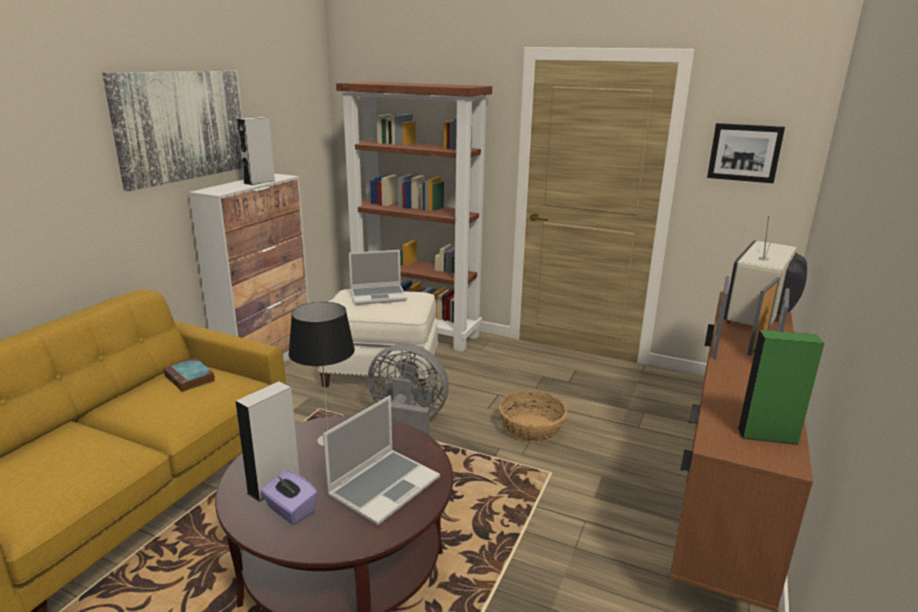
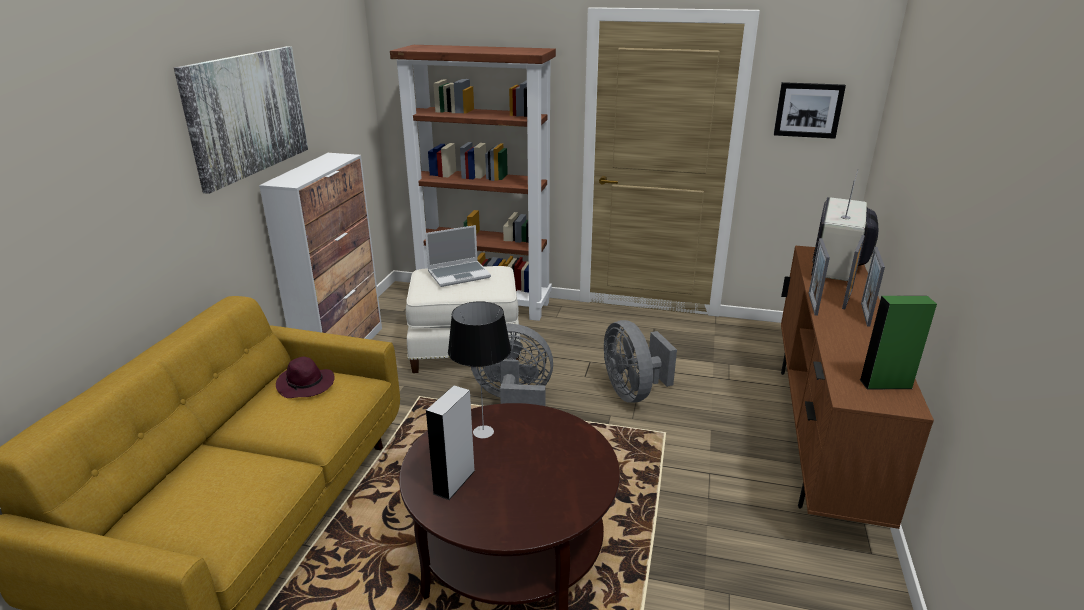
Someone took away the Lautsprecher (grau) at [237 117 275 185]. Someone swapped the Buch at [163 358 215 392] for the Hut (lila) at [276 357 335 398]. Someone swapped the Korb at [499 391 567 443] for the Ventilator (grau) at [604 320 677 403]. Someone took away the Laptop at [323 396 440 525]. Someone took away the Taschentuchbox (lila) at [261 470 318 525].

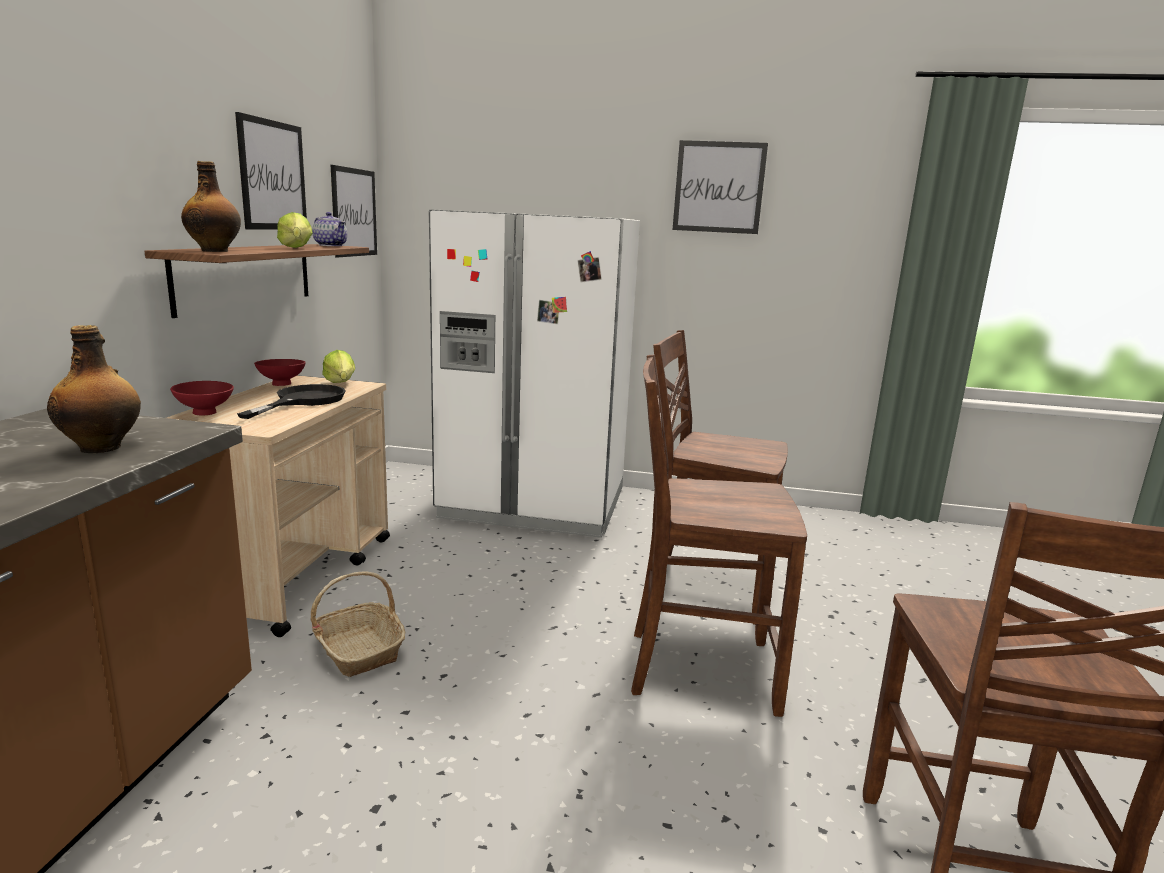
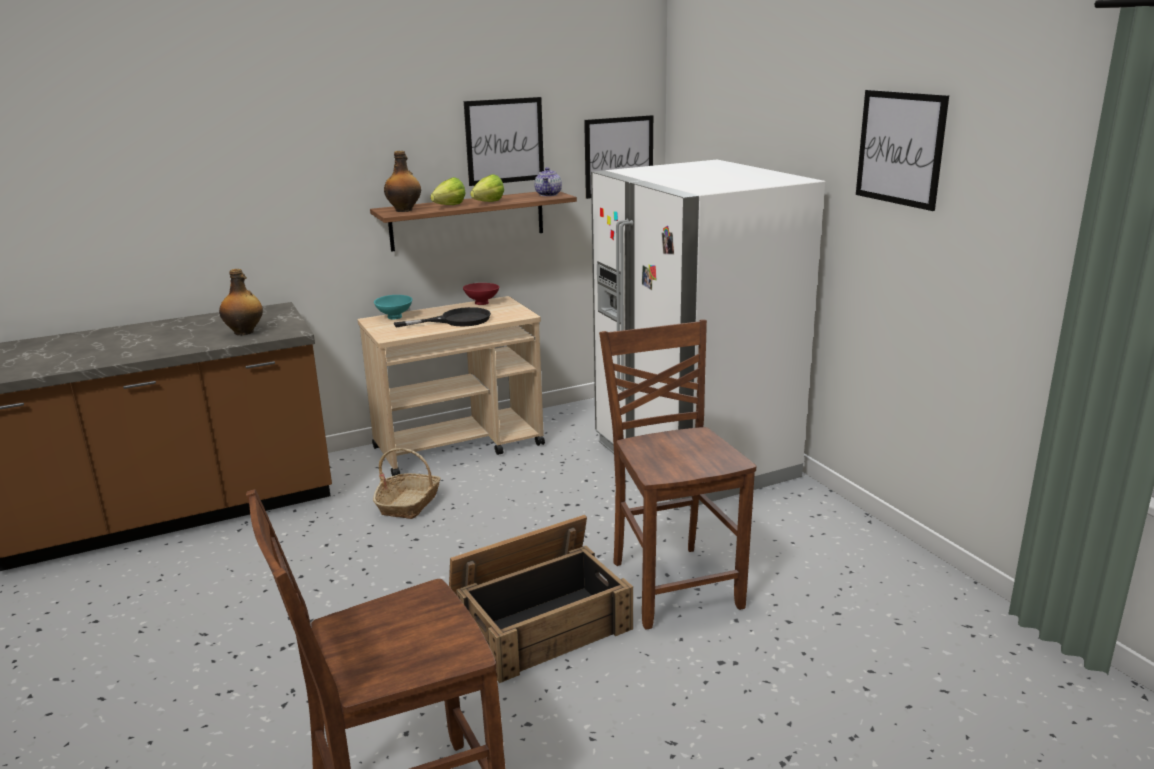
Someone carried the Salatkopf from [322 350 355 383] to [430 177 466 205]. Someone swapped the Stuhl (braun) at [631 355 807 717] for the Kiste at [449 515 633 683]. Someone repainted the Schüssel (rot) at [170 381 234 415], which became the Schüssel (türkis) at [374 295 412 320].

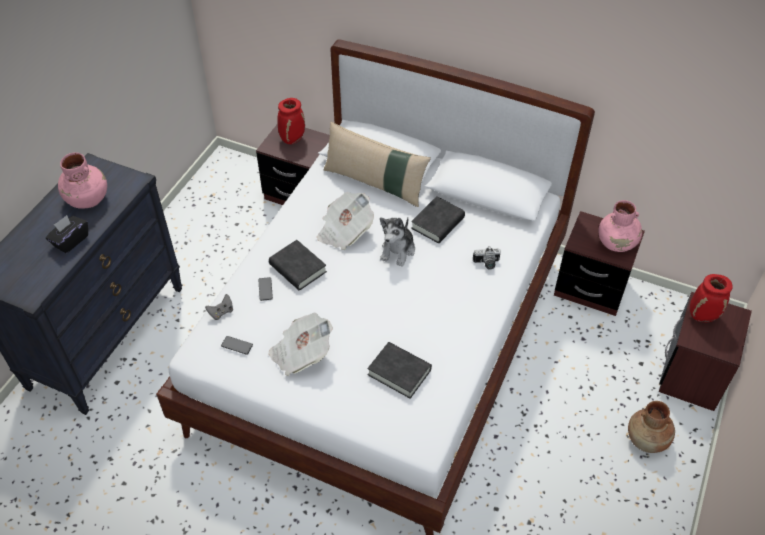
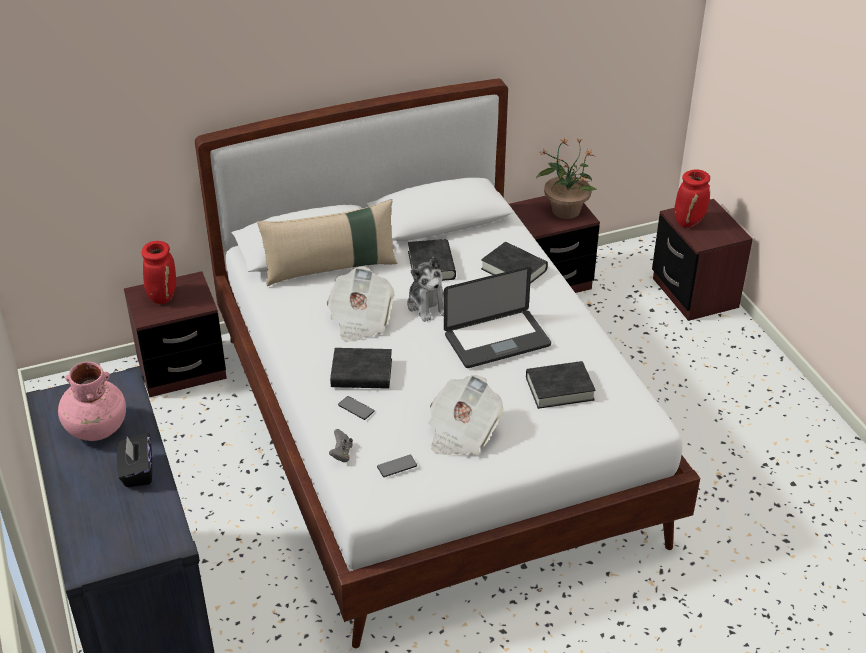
Someone swapped the Vase (rosa) at [599 200 642 252] for the Topfpflanze at [536 137 596 219]. Someone swapped the Kamera at [473 247 501 270] for the Buch (schwarz) at [481 242 548 284]. Someone took away the Vase (braun) at [628 401 675 453]. Someone put down the Laptop at [444 266 551 368].

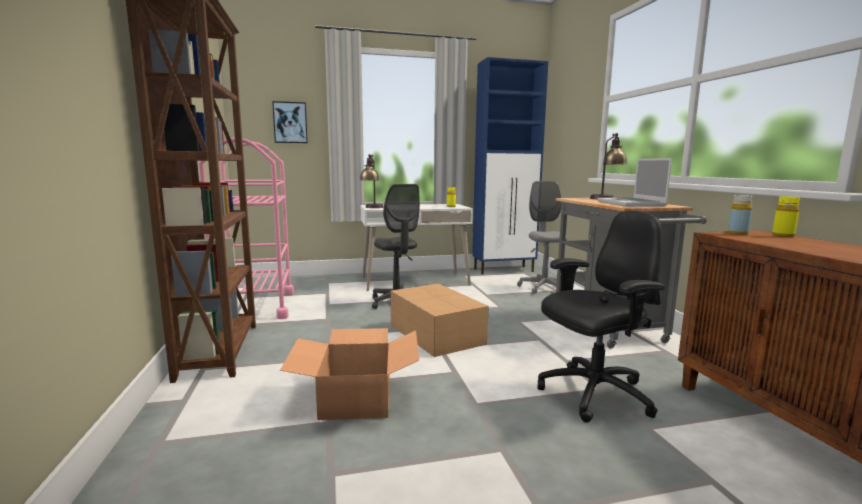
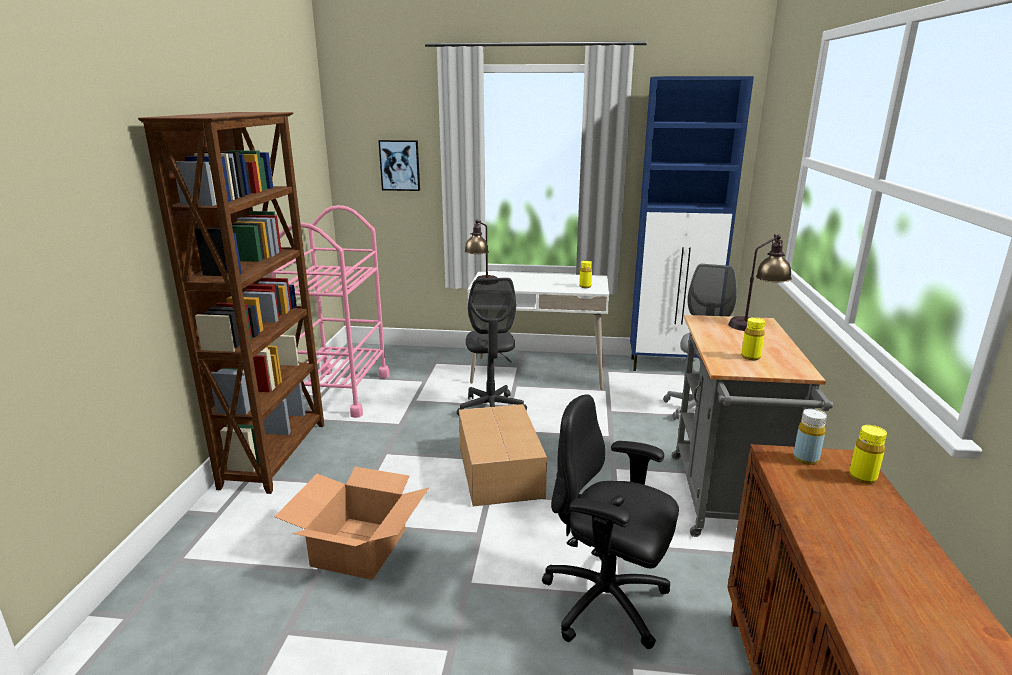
Someone swapped the Laptop at [597 158 672 207] for the Flasche (gelb) at [741 317 765 360]. Someone rotated the Bürostuhl (schwarz) at [538 211 665 423] by 150 degrees counterclockwise.

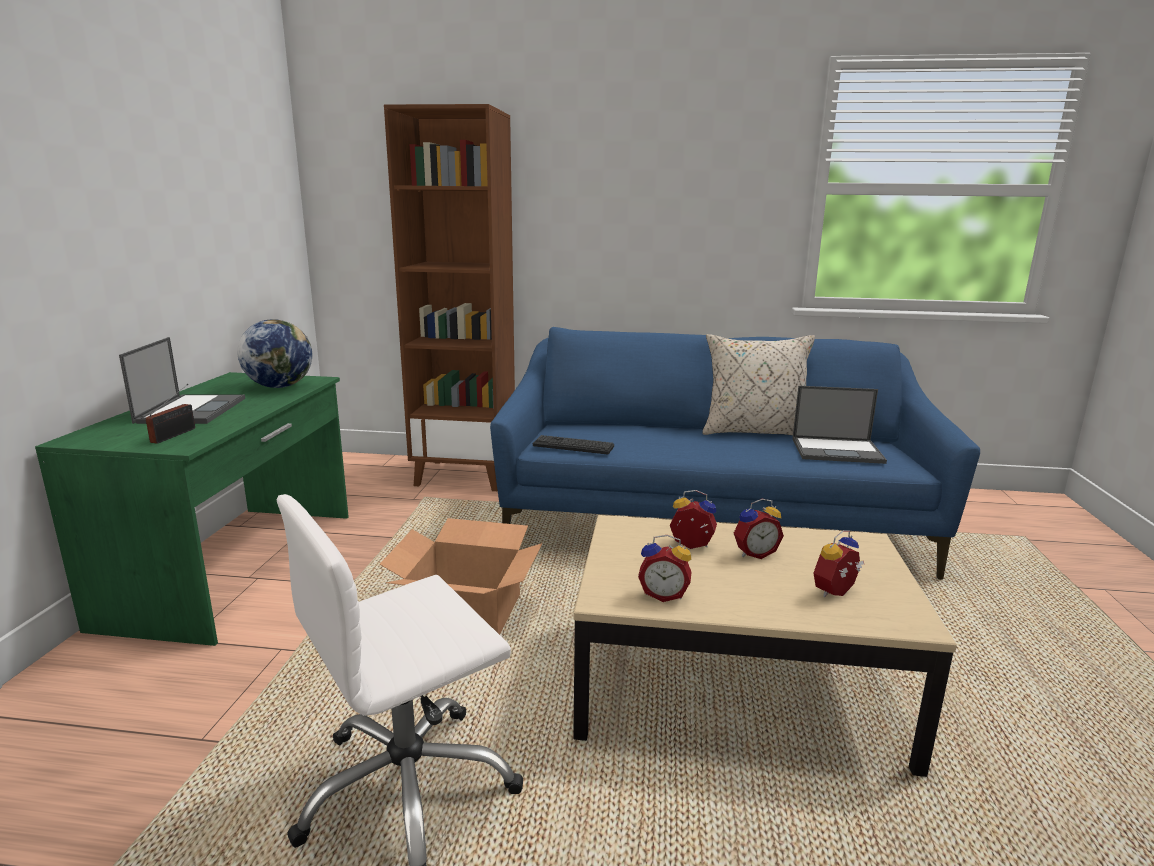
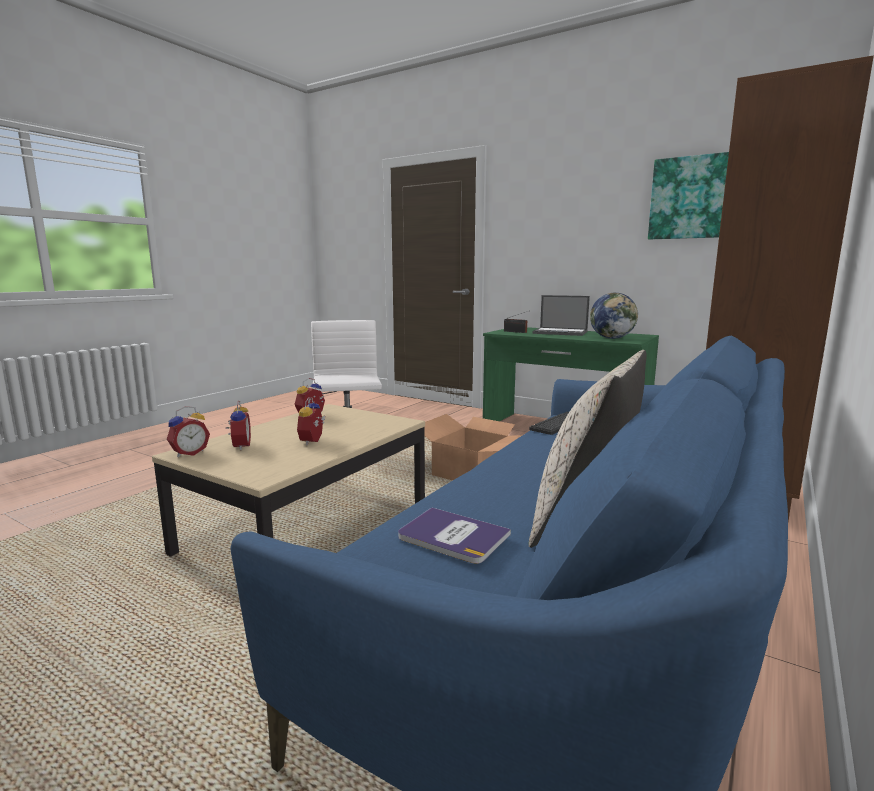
Someone swapped the Laptop at [792 386 887 464] for the Buch at [398 507 511 564]. Someone carried the Wecker from [670 490 717 549] to [167 406 210 457]. Someone put up the Bild at [648 152 729 239].

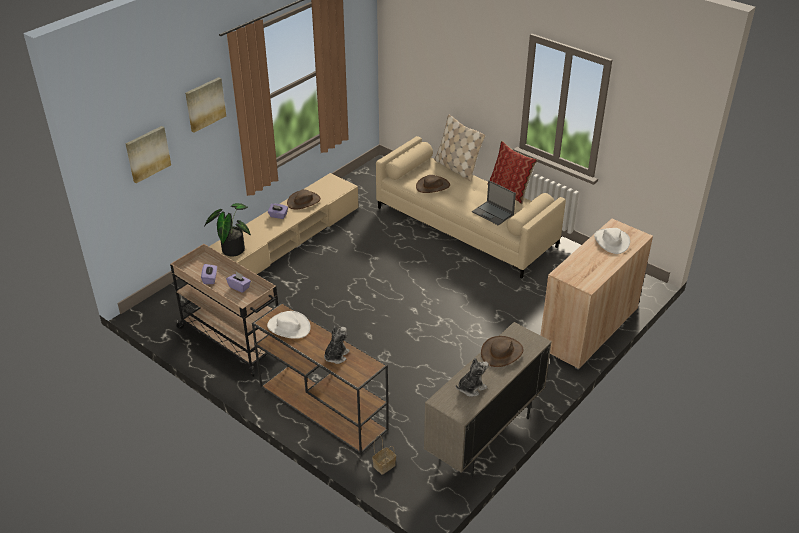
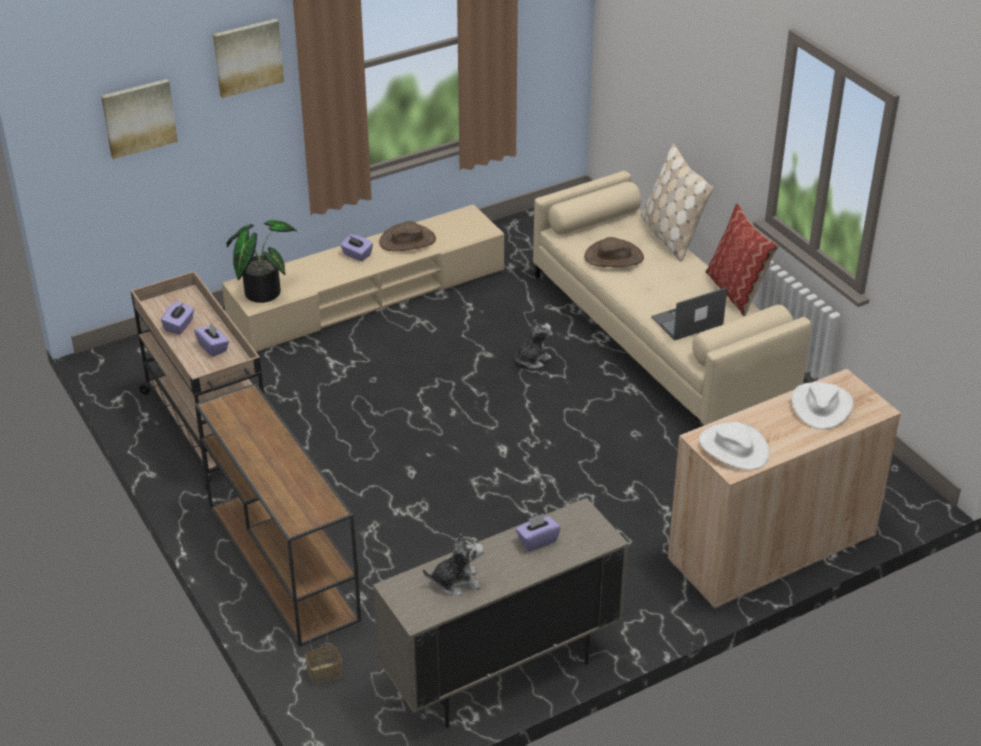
Someone rotated the Laptop at [472 180 516 225] by 90 degrees clockwise. Someone carried the Hut (weiß) from [267 311 311 339] to [699 422 769 470]. Someone carried the Plüschtier from [324 326 350 364] to [515 319 552 369]. Someone swapped the Hut (braun) at [481 336 523 367] for the Taschentuchbox (lila) at [516 514 561 551].

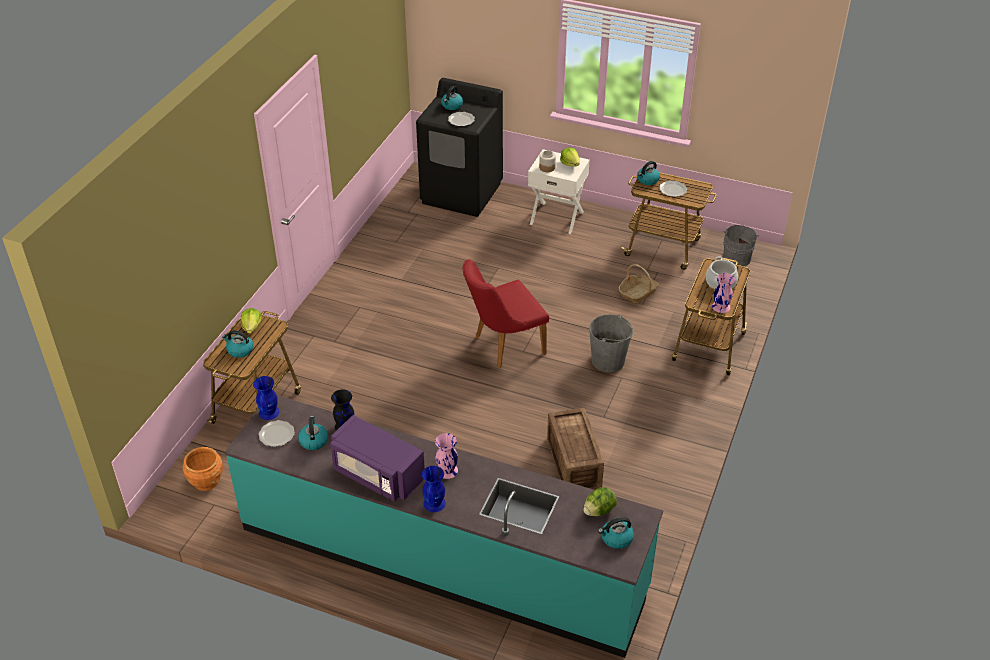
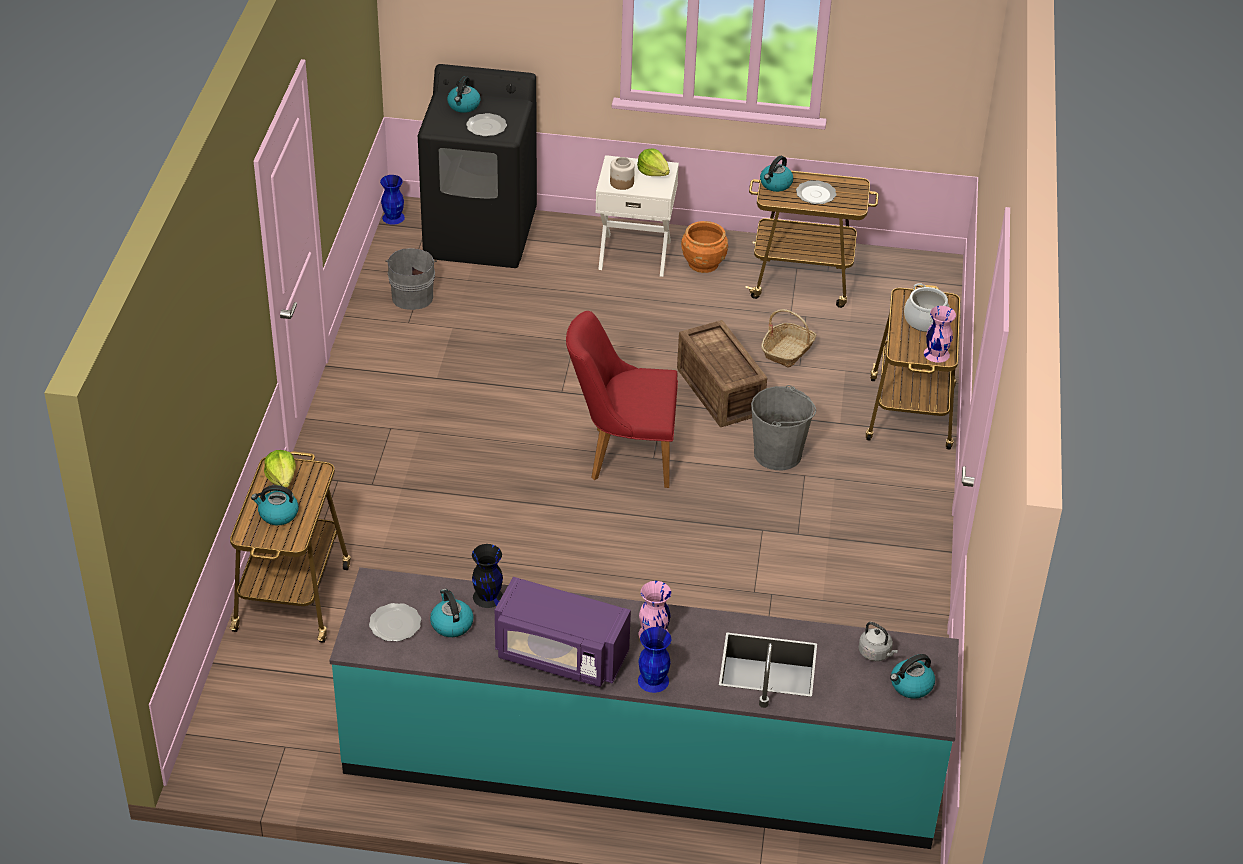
Someone carried the Eimer (grau) from [723 225 759 266] to [385 248 437 310]. Someone rotated the Stuhl (rot) at [463 259 549 368] by 45 degrees clockwise. Someone carried the Vase (blau) from [253 376 280 420] to [380 175 405 225]. Someone carried the Kiste from [547 408 604 490] to [677 320 767 427]. Someone carried the Pflanzkübel (orange) from [183 447 223 491] to [681 221 728 273]. Someone swapped the Salatkopf at [583 487 617 516] for the Wasserkessel (grau) at [858 622 898 661].

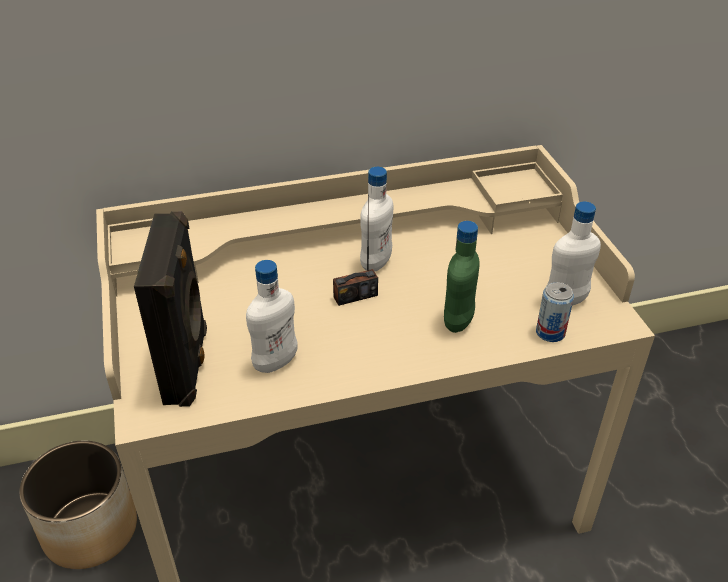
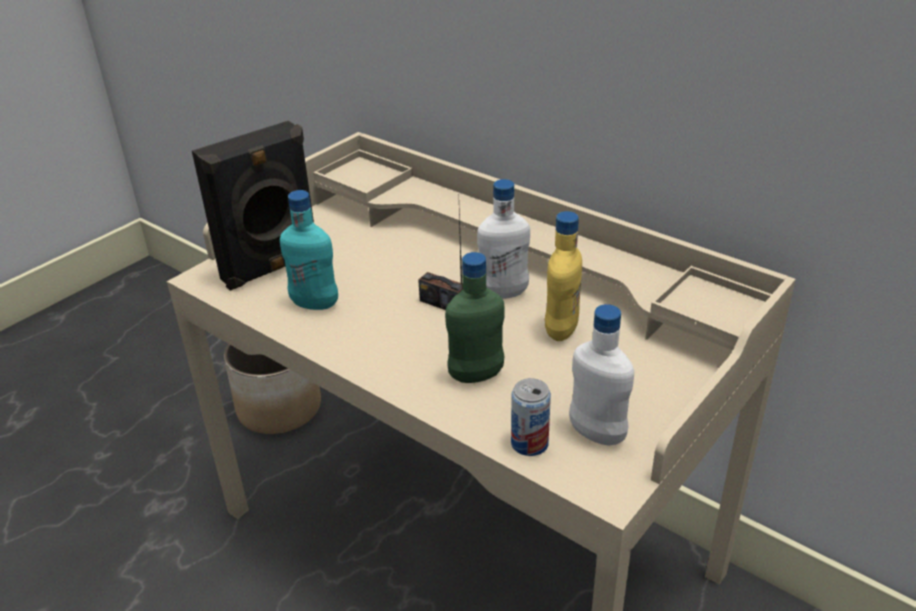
Someone repainted the Flasche (weiß) at [246 260 298 373], which became the Flasche (türkis) at [280 190 338 310]. Someone put down the Flasche (gelb) at [545 211 582 341].

